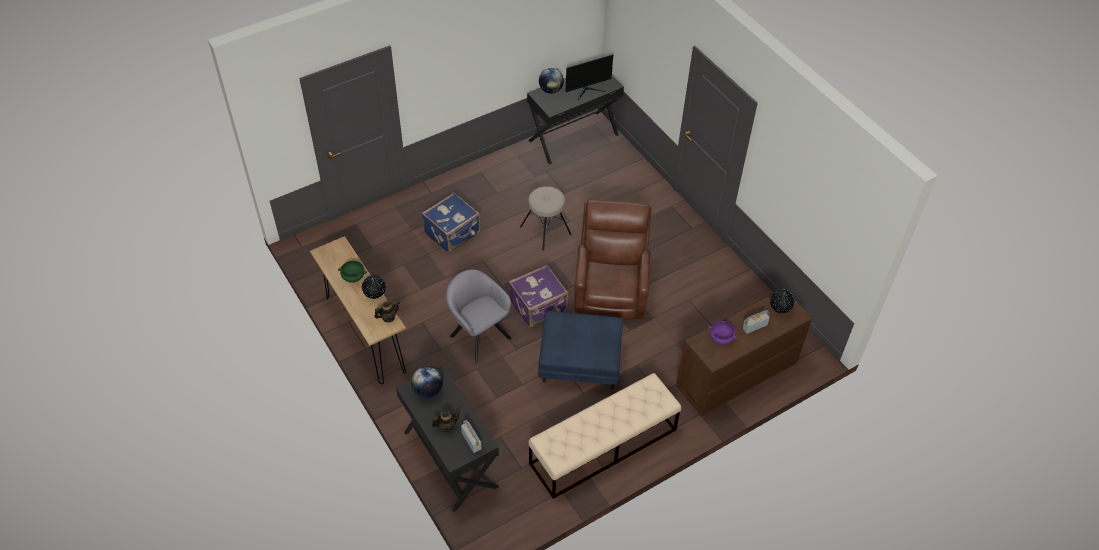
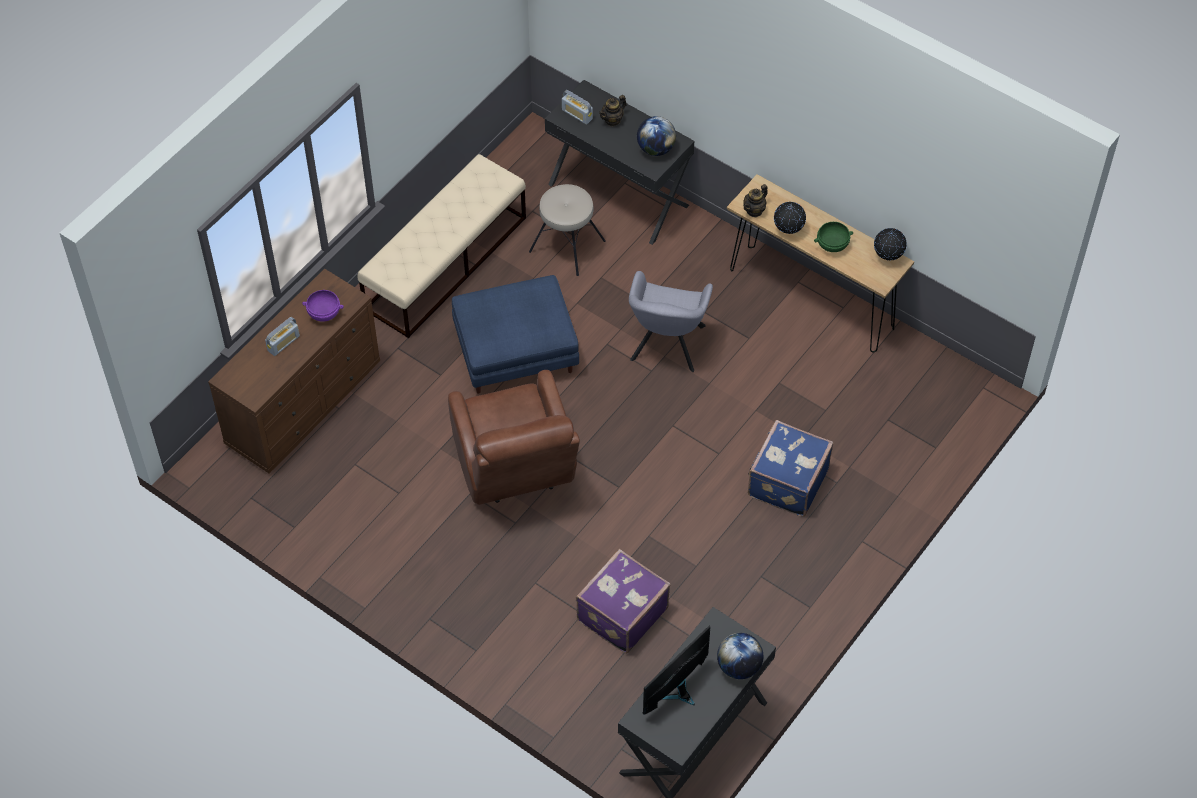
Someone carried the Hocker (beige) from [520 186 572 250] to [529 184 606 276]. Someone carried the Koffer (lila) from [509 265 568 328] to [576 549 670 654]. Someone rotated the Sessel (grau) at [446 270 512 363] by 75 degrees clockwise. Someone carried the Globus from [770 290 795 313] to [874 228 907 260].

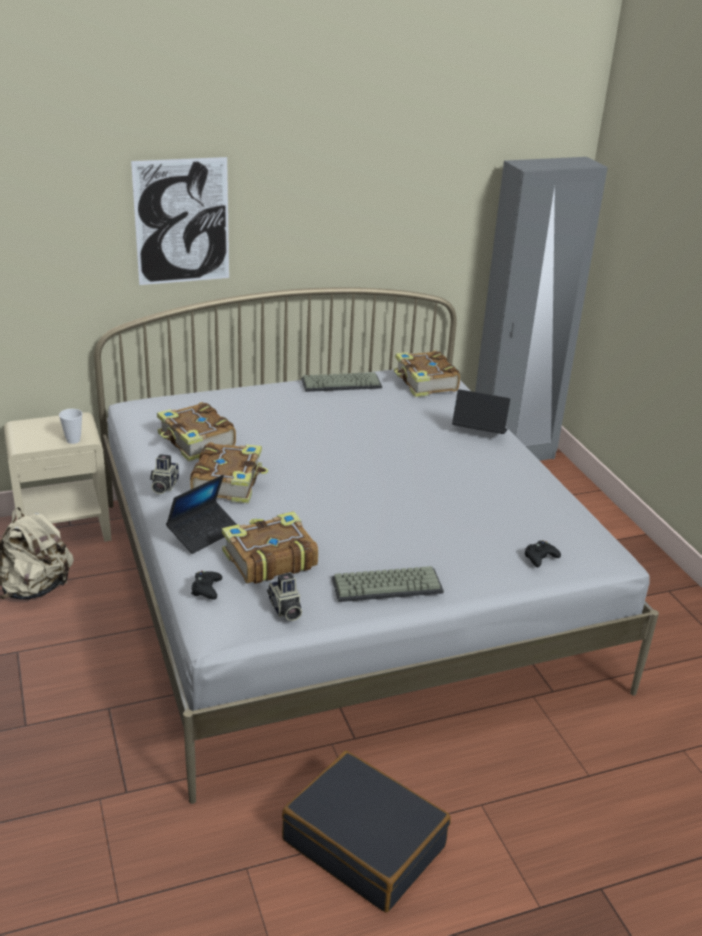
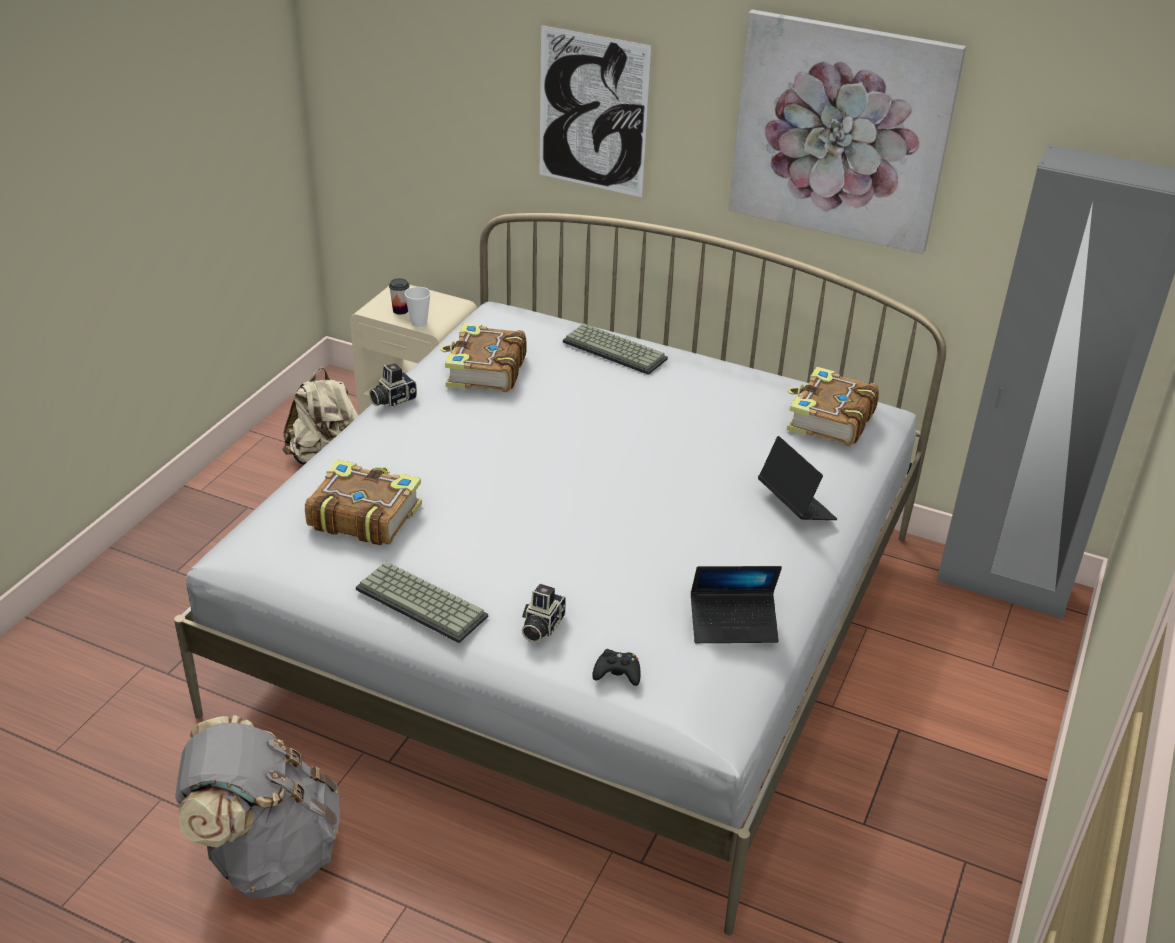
Someone carried the Tastatur from [301 372 382 392] to [563 323 668 375]. Someone took away the Buch at [190 442 268 504]. Someone carried the Laptop from [166 475 237 554] to [691 566 782 643]. Someone took away the Gamepad (schwarz) at [191 571 222 600]. Someone carried the Kamera from [267 573 302 621] to [522 584 566 642]. Someone swapped the Koffer (schwarz) at [282 751 451 912] for the Rucksack (grau) at [175 715 340 898]. Someone put up the Bild at [729 9 966 254]. Someone put down the Tasse at [389 278 409 315].

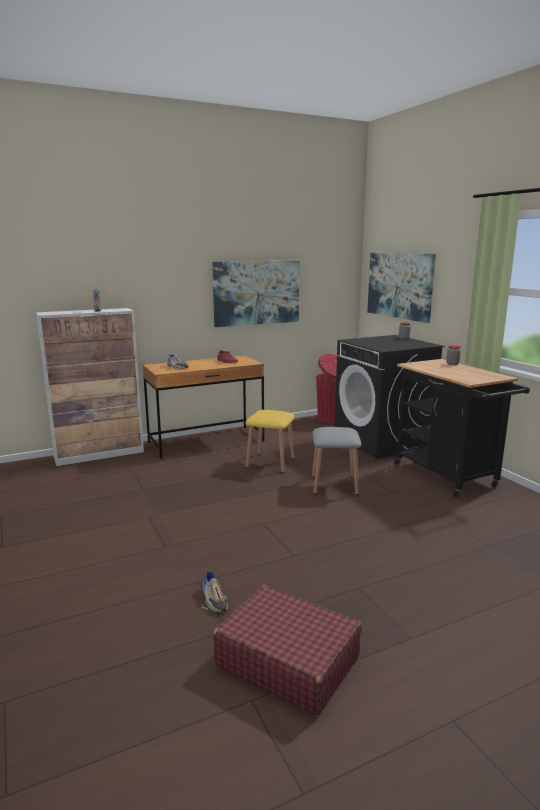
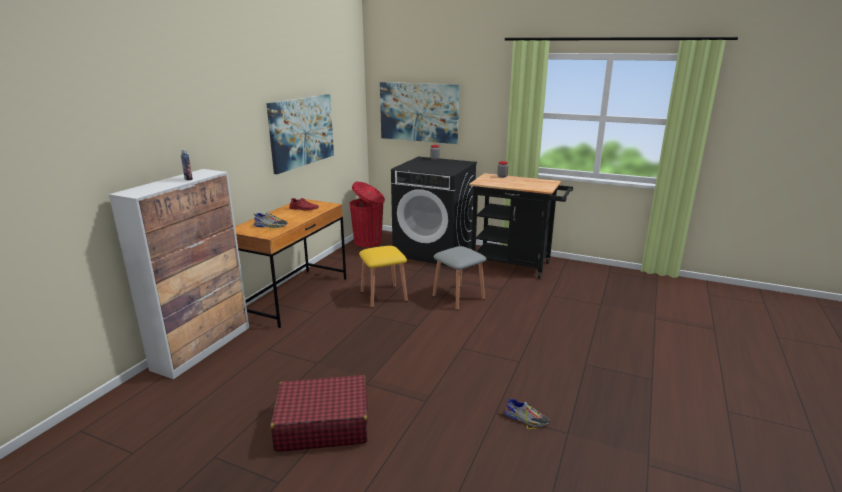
Someone carried the Koffer (rot) from [213 585 362 716] to [270 375 368 452].

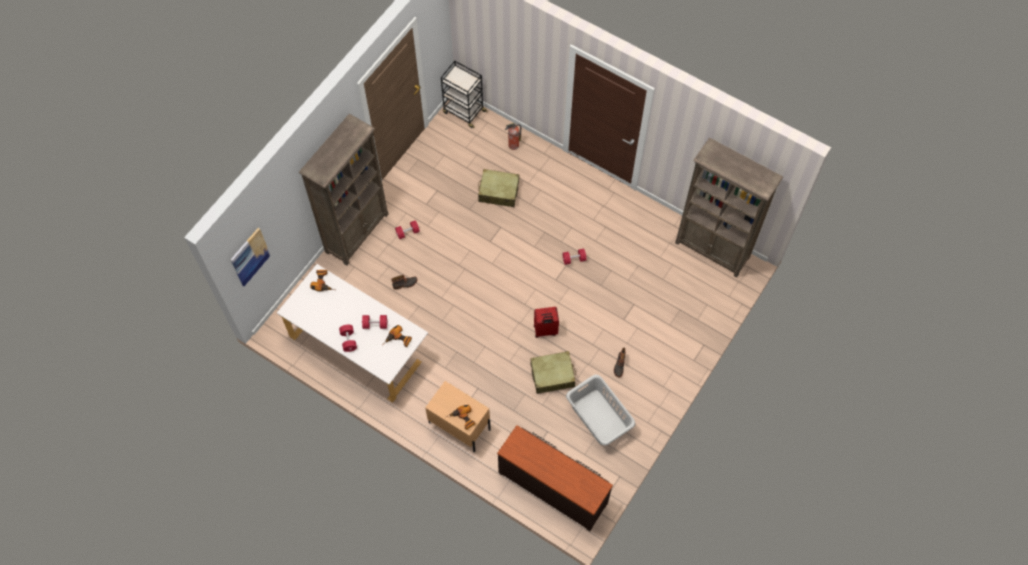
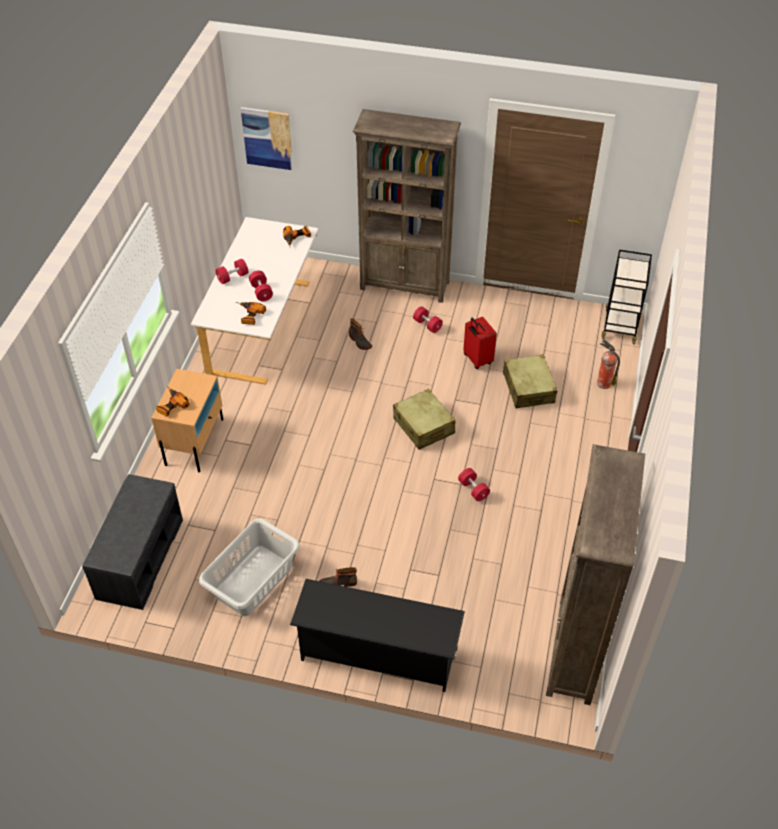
Someone carried the Koffer (rot) from [534 307 559 338] to [463 317 497 369]. Someone carried the Koffer (beige) from [530 351 576 394] to [393 389 456 450]. Someone swapped the Kommode (braun) at [497 425 613 531] for the Bank (grau) at [82 474 183 610]. Someone put down the Schuhregal (schwarz) at [290 579 465 692].

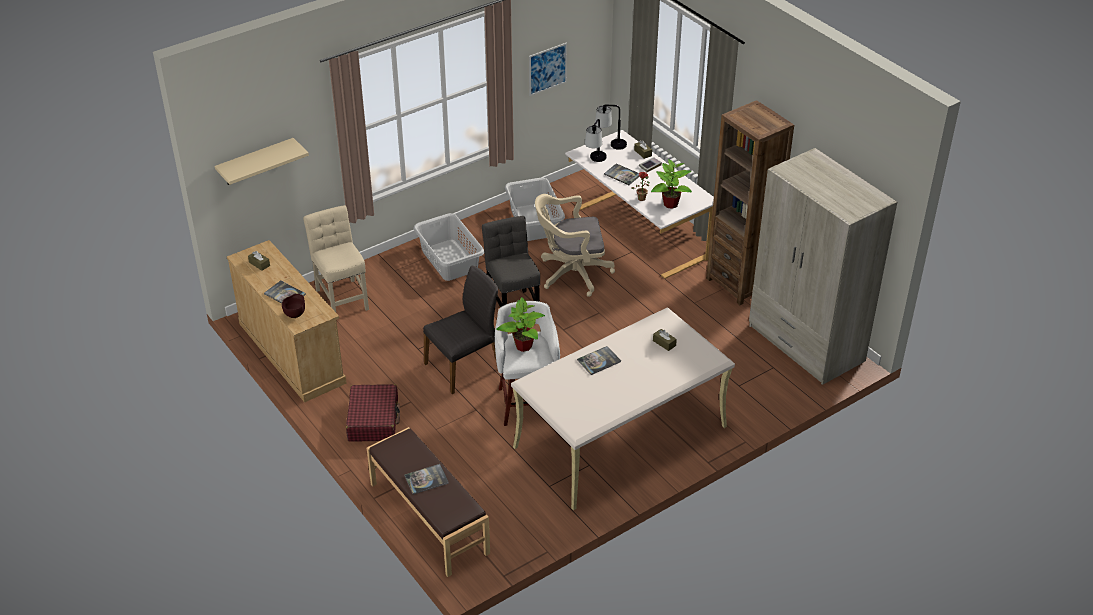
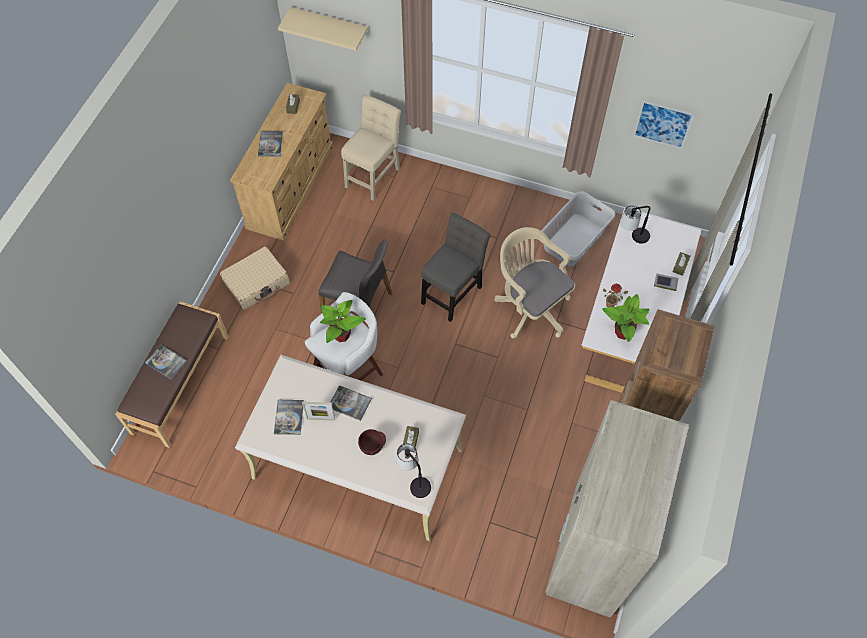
Someone carried the Tischlampe from [595 105 627 150] to [396 443 431 498]. Someone carried the Buch from [604 163 639 185] to [274 400 304 435]. Someone took away the Wäschekorb (grau) at [413 213 484 281]. Someone carried the Schüssel (braun) from [282 294 305 318] to [358 429 386 455]. Someone repainted the Koffer (rot) at [346 384 400 442], which became the Koffer (beige) at [220 246 290 310]. Someone put down the Bilderrahmen at [302 402 335 421].

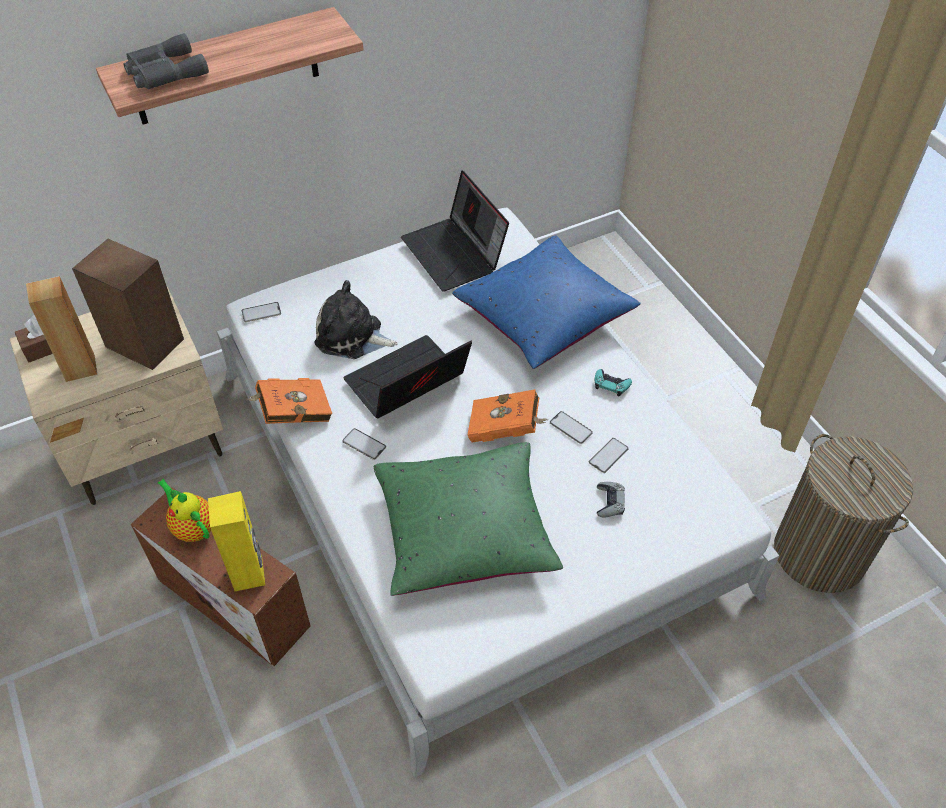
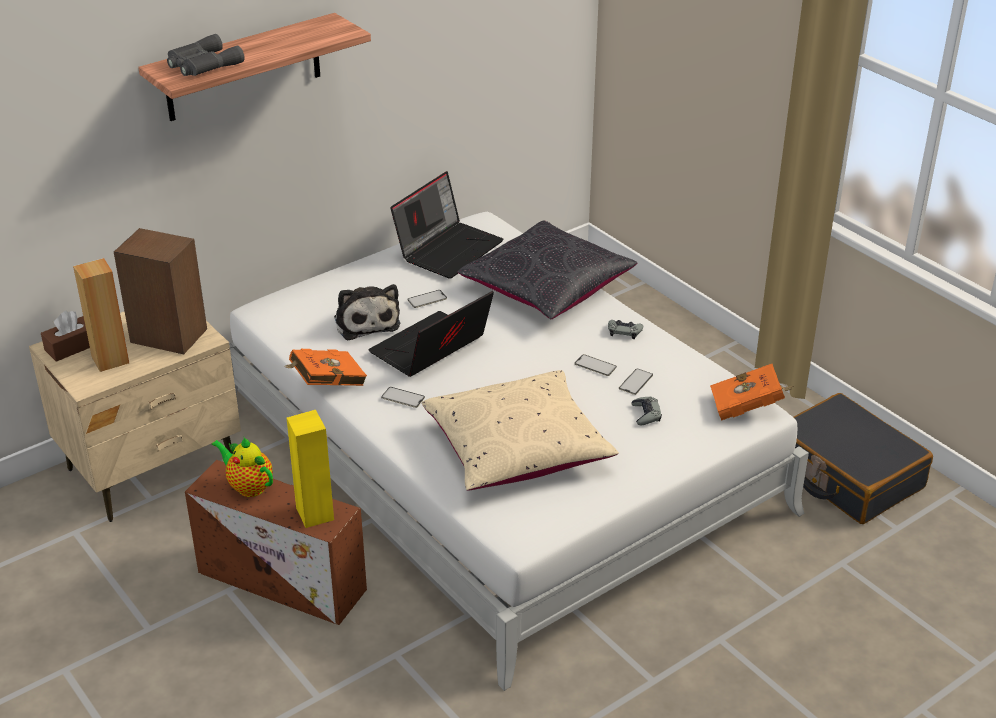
Someone rotated the Laptop at [401 171 509 292] by 105 degrees counterclockwise. Someone repainted the Kissen (blau) at [452 235 641 369], which became the Kissen (schwarz) at [458 220 637 319]. Someone rotated the Plüschtier at [315 280 398 359] by 120 degrees counterclockwise. Someone carried the Handy from [242 302 281 322] to [407 290 447 308]. Someone repainted the Gamepad (türkis) at [595 369 632 397], which became the Gamepad (grau) at [608 320 643 339]. Someone carried the Buch (orange) from [467 389 549 442] to [710 364 794 421]. Someone swapped the Wäschekorb at [774 434 913 593] for the Koffer (schwarz) at [794 393 933 524]. Someone repainted the Kissen (grün) at [374 442 563 596], which became the Kissen (beige) at [422 370 619 491].

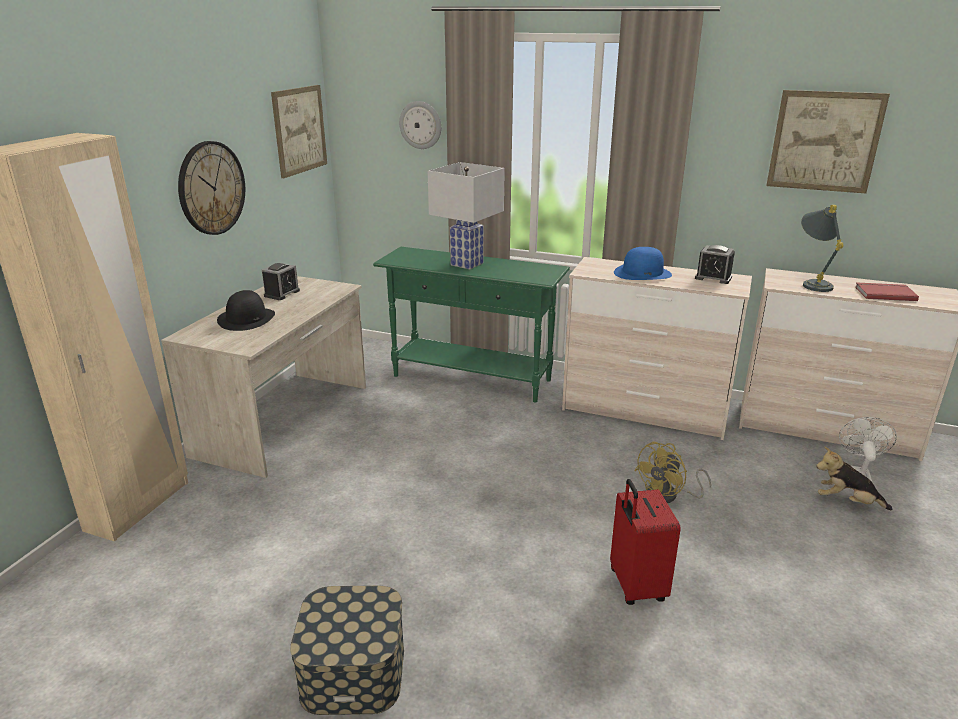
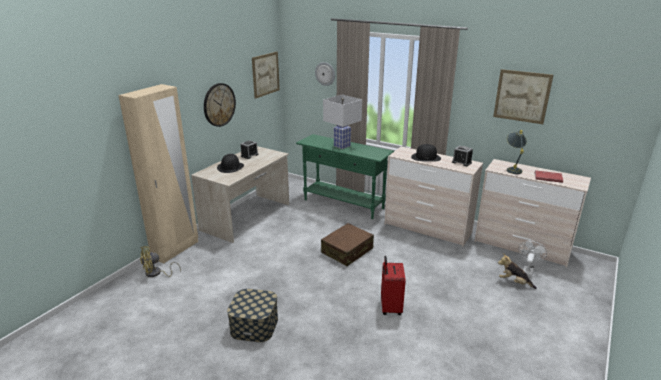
Someone repainted the Hut (blau) at [614 247 672 280], which became the Hut (schwarz) at [411 144 441 162]. Someone carried the Ventilator (gelb) from [634 441 711 503] to [140 246 181 277]. Someone put down the Koffer (braun) at [321 223 374 266].

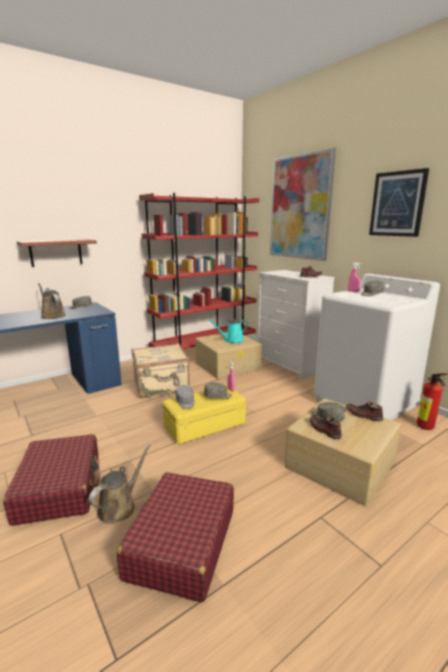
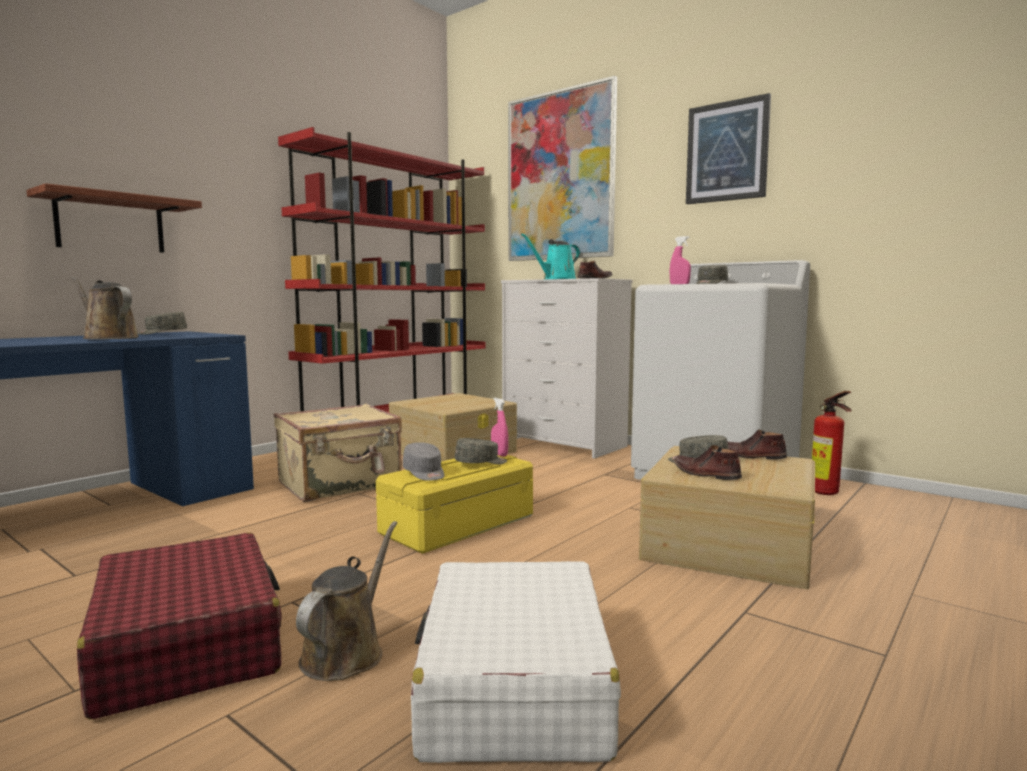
Someone carried the Gießkanne (türkis) from [209 319 248 343] to [521 233 580 279]. Someone repainted the Koffer (rot) at [117 472 234 603], which became the Koffer (weiß) at [411 561 621 763].

